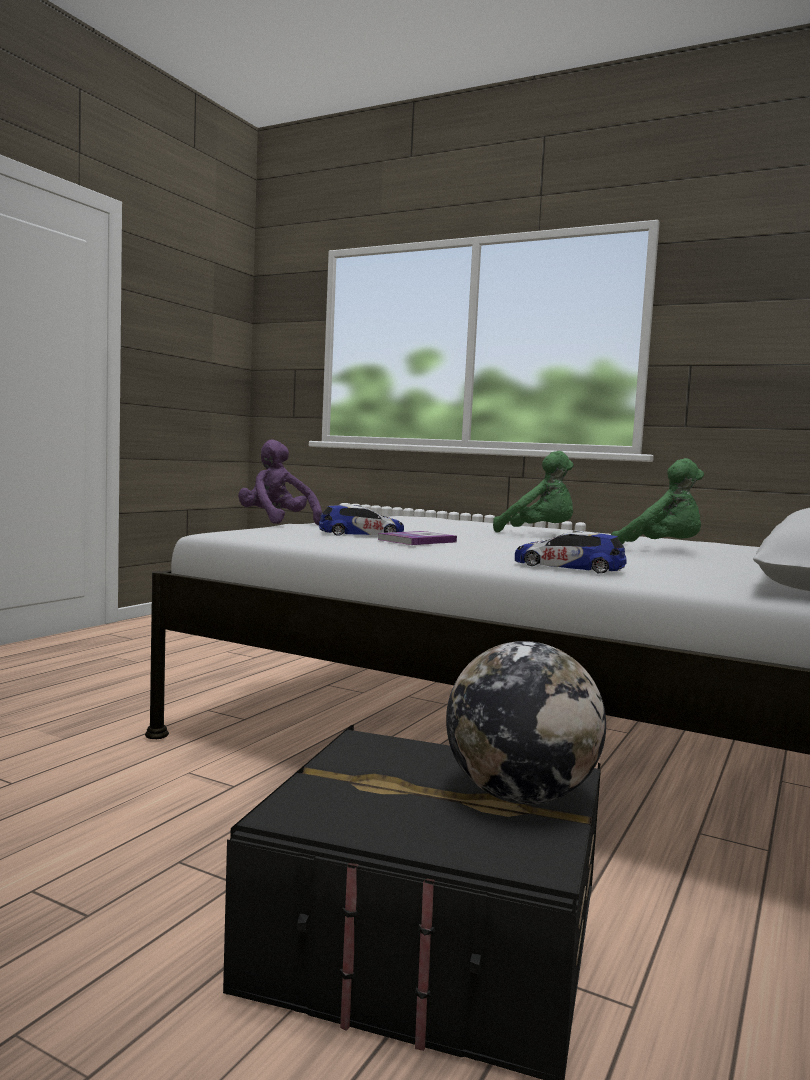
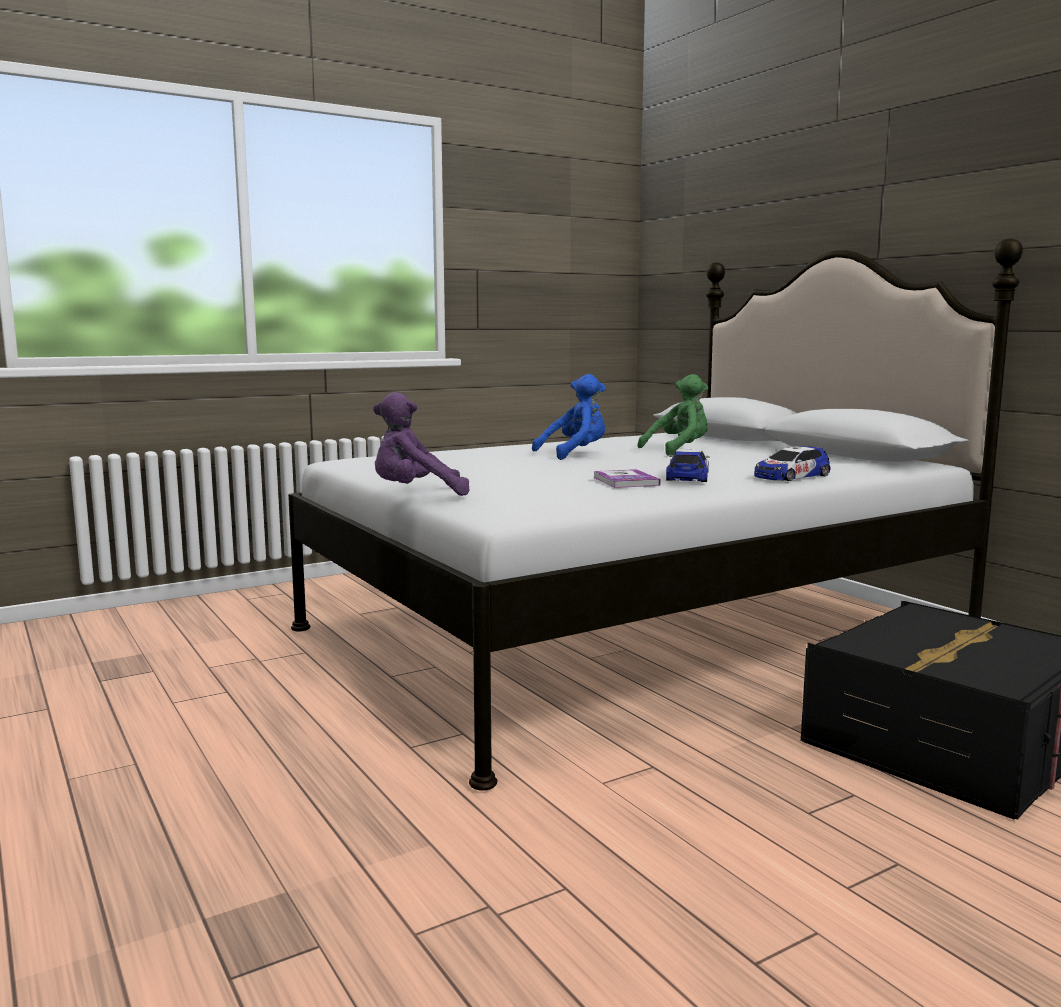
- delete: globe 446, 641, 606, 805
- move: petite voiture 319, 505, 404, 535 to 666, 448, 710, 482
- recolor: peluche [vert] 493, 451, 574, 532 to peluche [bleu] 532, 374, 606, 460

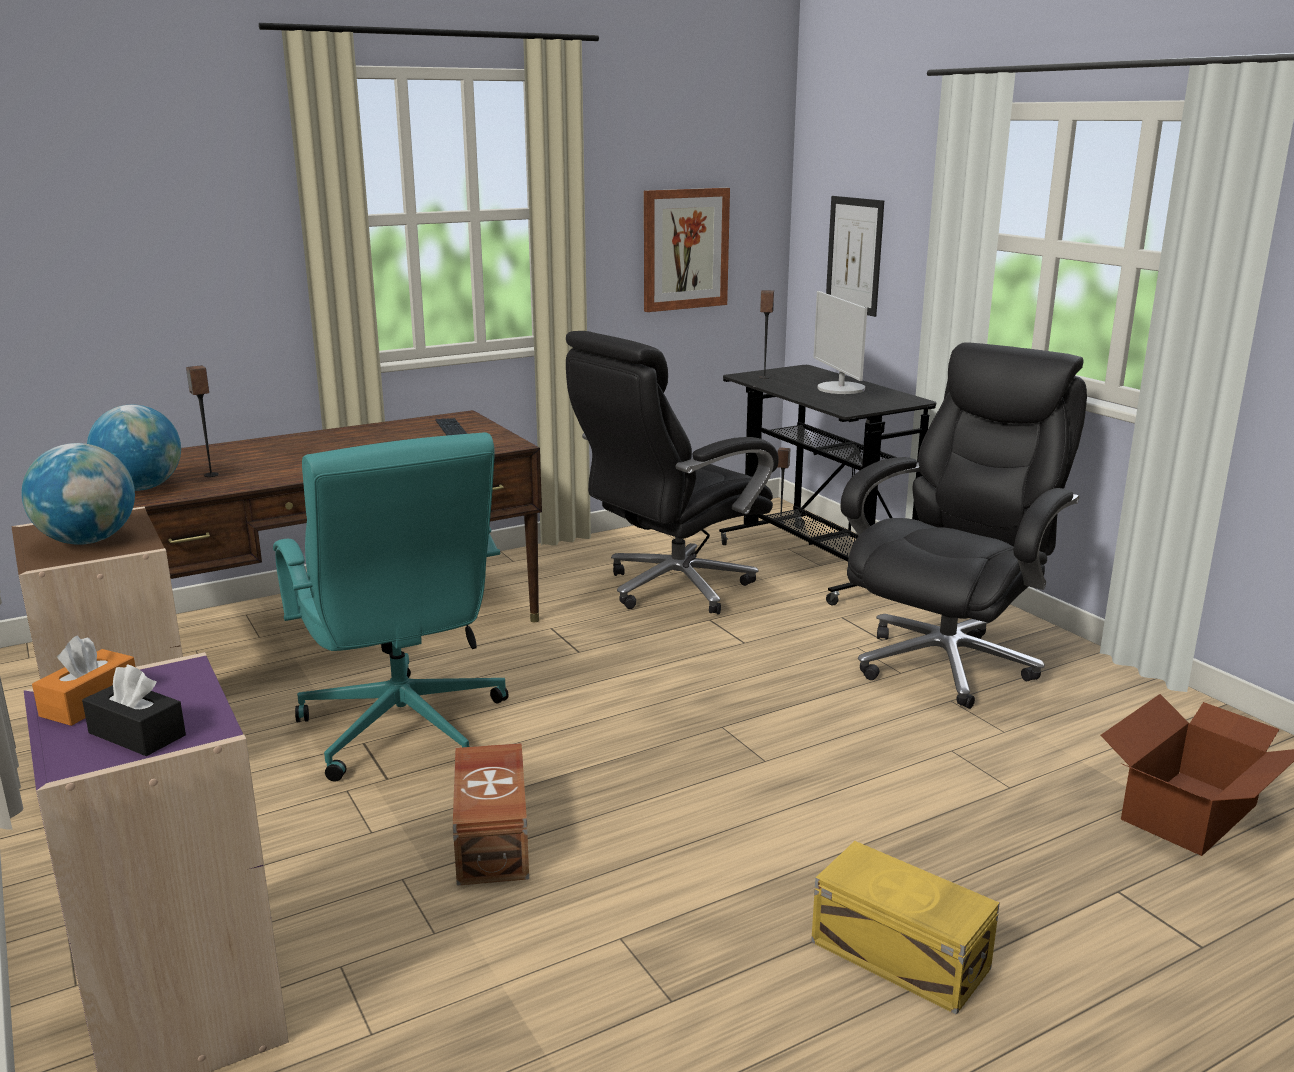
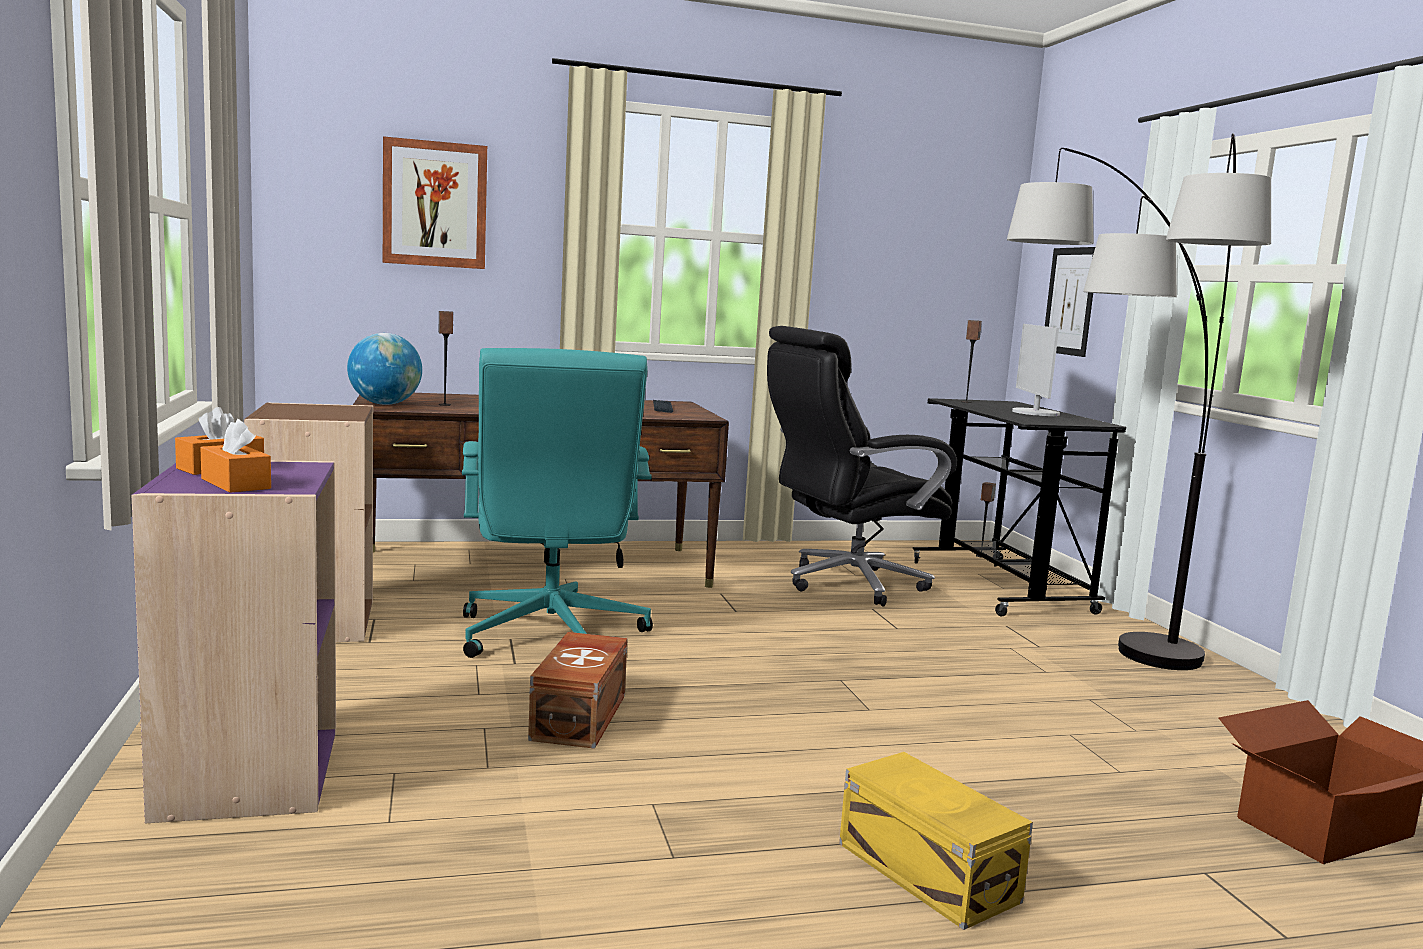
- delete: globe 21, 443, 135, 545
- move: tableau 644, 188, 730, 312 to 383, 136, 487, 269
- replace: chaise de bureau [noir] 841, 342, 1087, 709 to lampadaire 1007, 133, 1271, 670
- recolor: boîte à mouchoirs [noir] 82, 664, 186, 756 to boîte à mouchoirs [orange] 200, 419, 271, 493

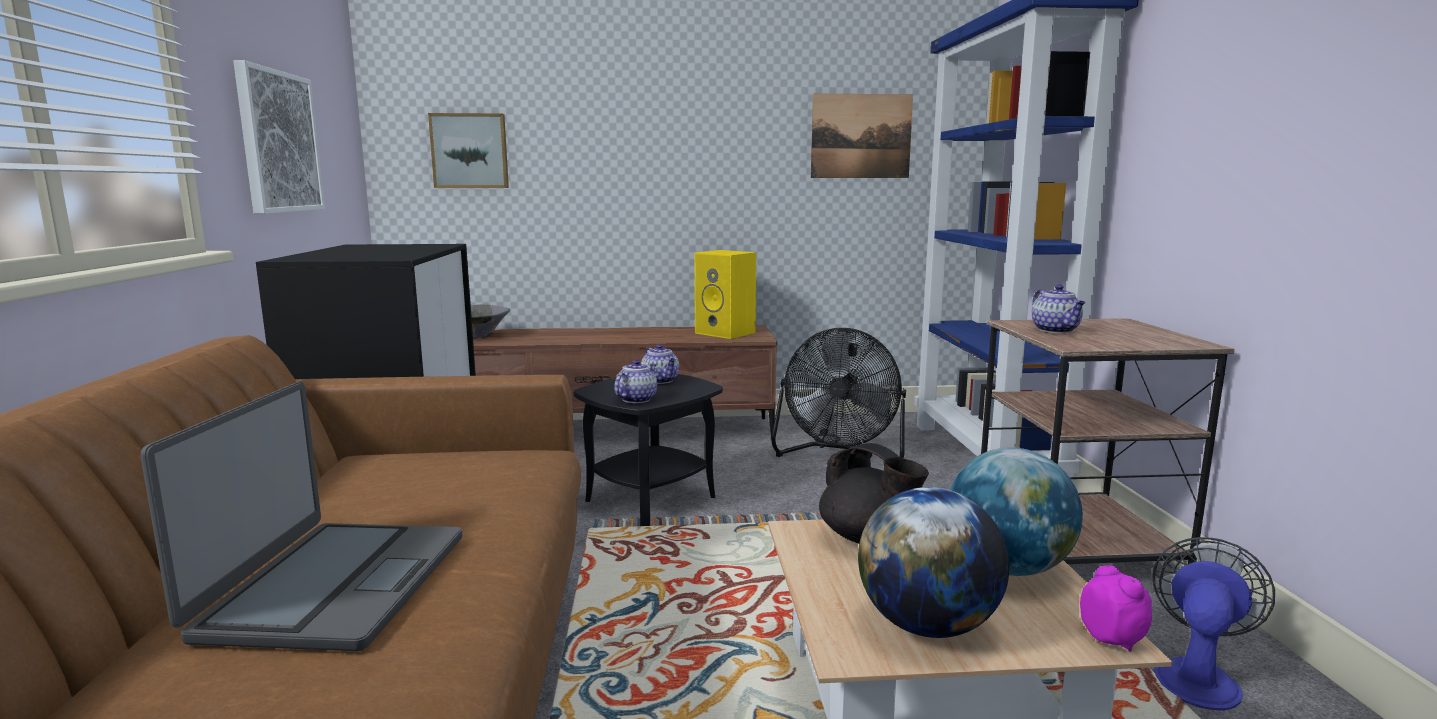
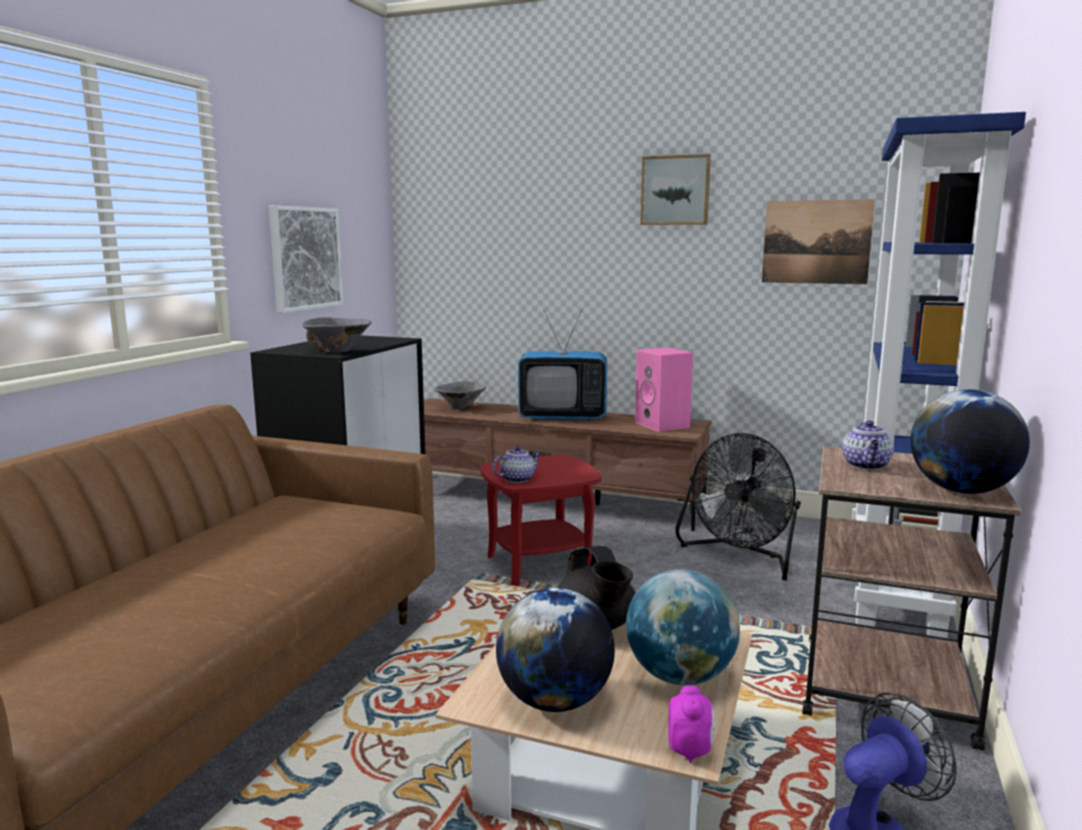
- delete: ordinateur portable 141, 382, 462, 651
- delete: théière 641, 344, 679, 384
- insert: bol [gris] 302, 317, 371, 353
- insert: téléviseur 518, 310, 607, 421
- insert: globe 910, 389, 1030, 494
- move: tableau 428, 113, 509, 188 to 640, 154, 711, 225
- recolor: table d'appoint [noir] 573, 374, 723, 526 to table d'appoint [rouge] 480, 455, 602, 586
- recolor: enceinte [jaune] 695, 250, 756, 339 to enceinte [rose] 635, 347, 693, 432

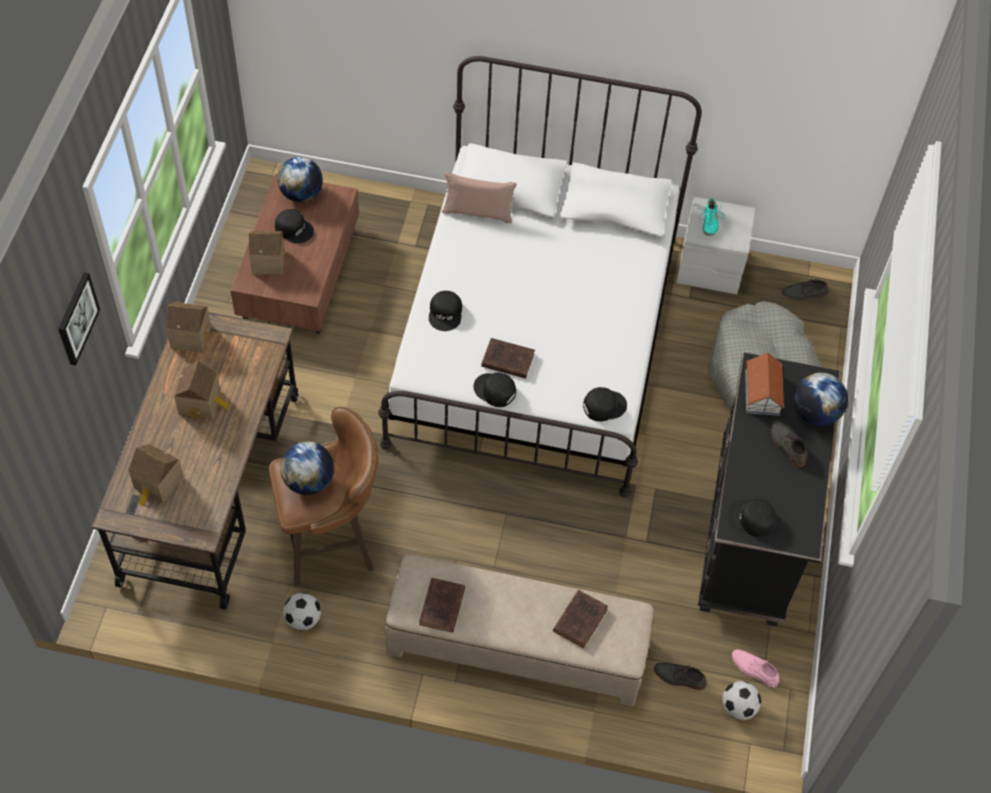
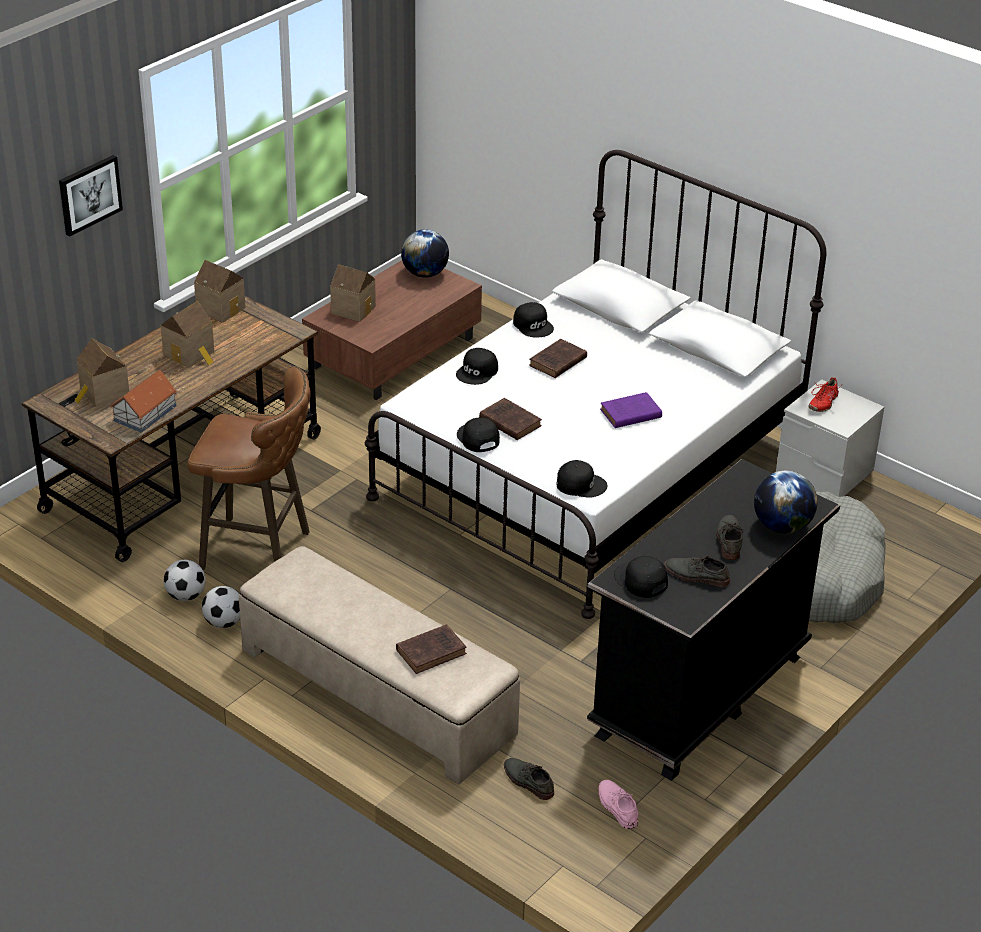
- delete: globe 280, 441, 334, 495
- delete: coussin [beige] 442, 172, 517, 224
- insert: livre [violet] 600, 392, 662, 428
- move: casquette [noir] 275, 209, 314, 243 to 513, 302, 554, 338
- move: livre [marron] 419, 578, 465, 633 to 529, 339, 587, 378
- move: ballon de foot 722, 681, 761, 720 to 202, 586, 240, 628
- move: maison miniature 745, 352, 785, 416 to 110, 370, 177, 433
- move: chaussure [gris] 782, 279, 828, 301 to 664, 555, 730, 587
- recolor: chaussure [turquoise] 699, 198, 725, 236 to chaussure [rouge] 809, 377, 841, 412

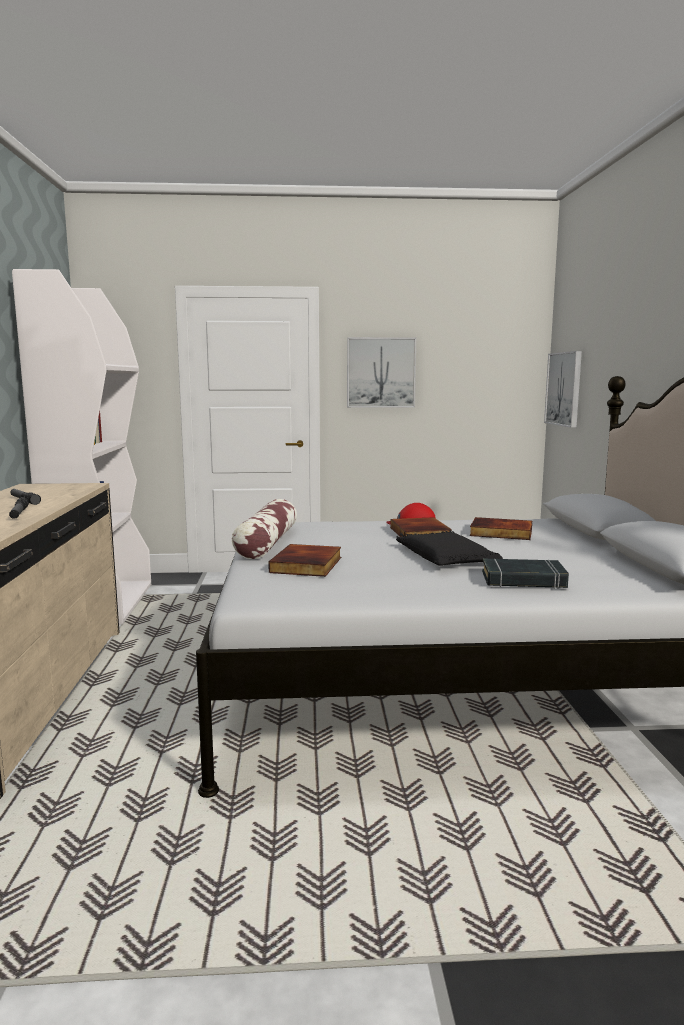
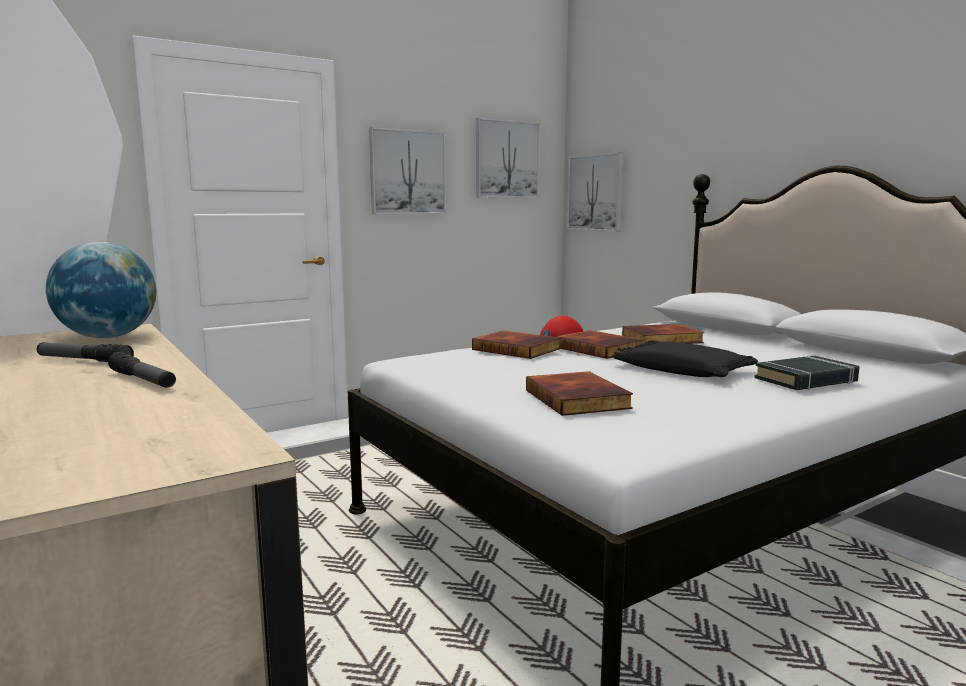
- delete: coussin 232, 499, 297, 559
- insert: globe 46, 242, 156, 338
- insert: livre 472, 330, 560, 359
- insert: tableau 476, 118, 540, 198

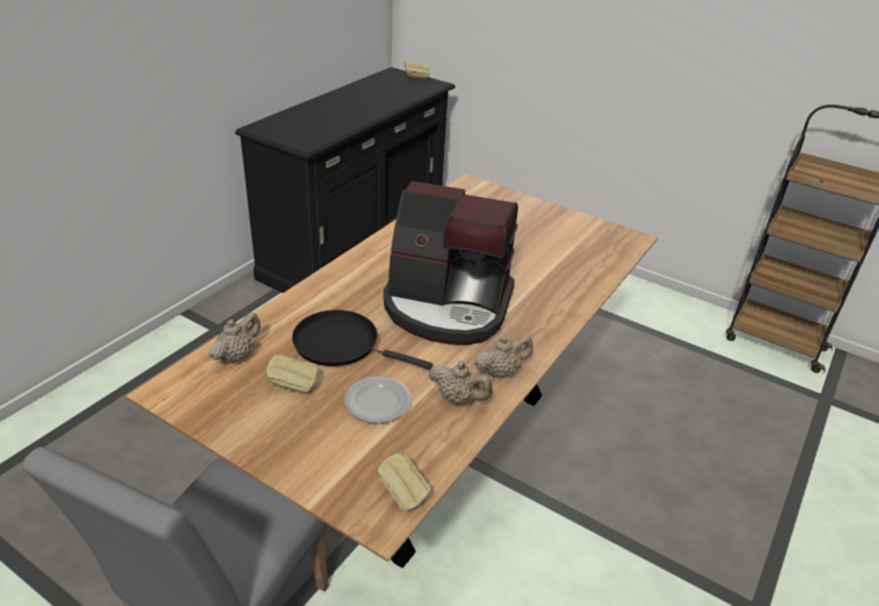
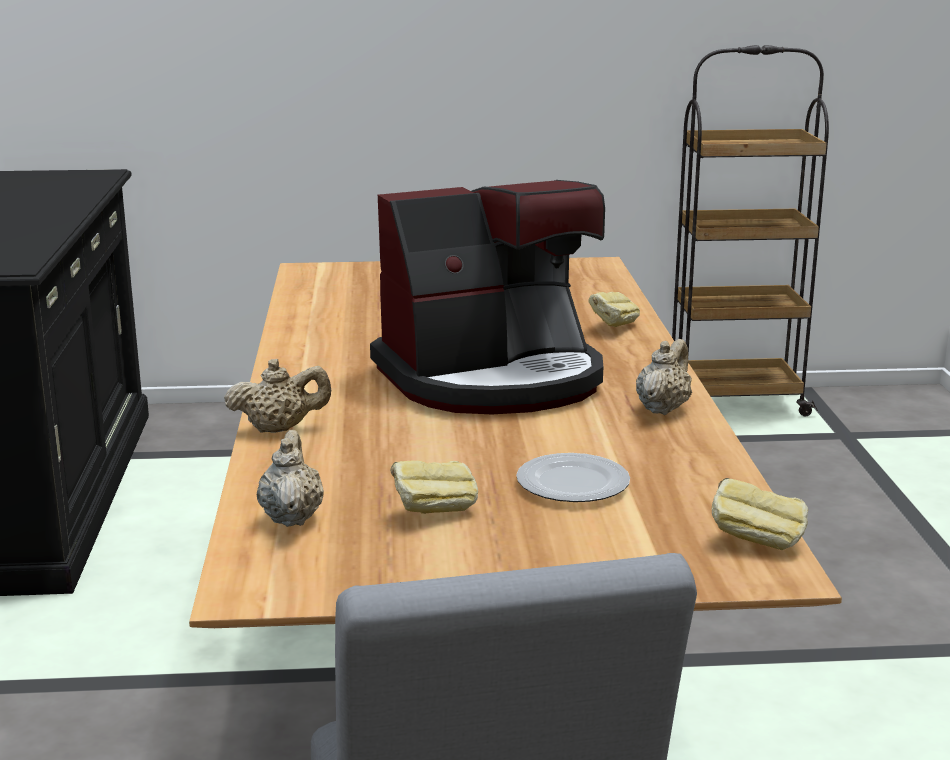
- delete: poêle [noir] 292, 310, 433, 370
- move: pain 404, 62, 430, 79 to 589, 292, 640, 327
- move: théière [beige] 429, 361, 492, 405 to 224, 359, 331, 433

